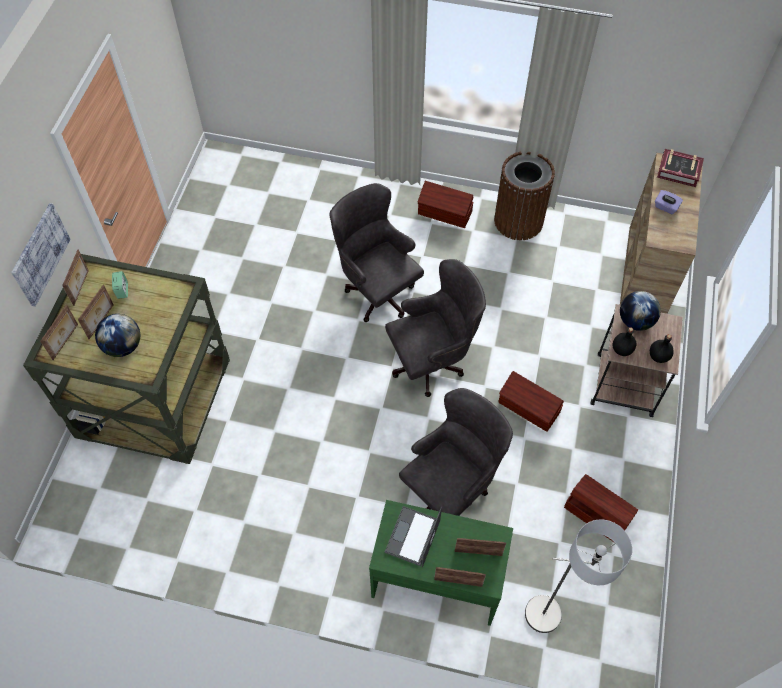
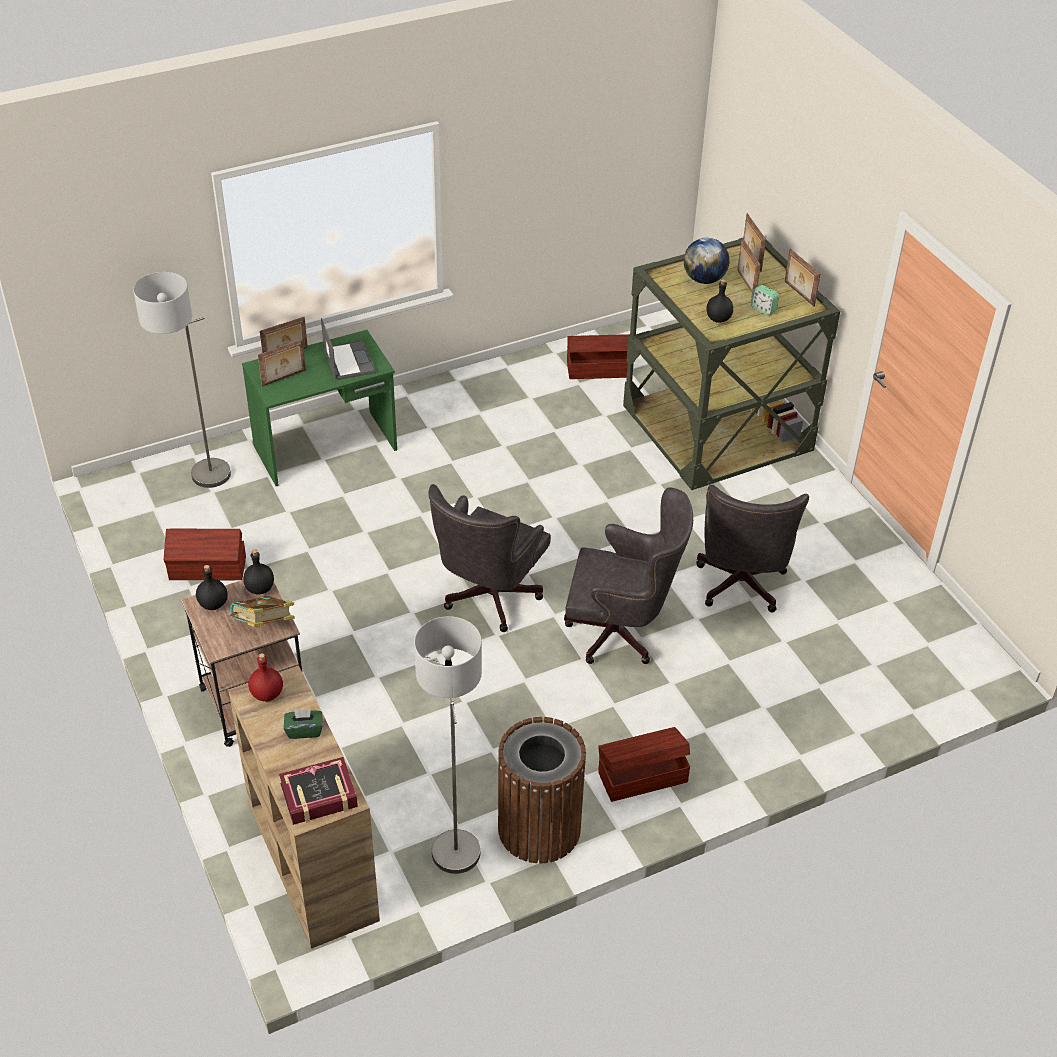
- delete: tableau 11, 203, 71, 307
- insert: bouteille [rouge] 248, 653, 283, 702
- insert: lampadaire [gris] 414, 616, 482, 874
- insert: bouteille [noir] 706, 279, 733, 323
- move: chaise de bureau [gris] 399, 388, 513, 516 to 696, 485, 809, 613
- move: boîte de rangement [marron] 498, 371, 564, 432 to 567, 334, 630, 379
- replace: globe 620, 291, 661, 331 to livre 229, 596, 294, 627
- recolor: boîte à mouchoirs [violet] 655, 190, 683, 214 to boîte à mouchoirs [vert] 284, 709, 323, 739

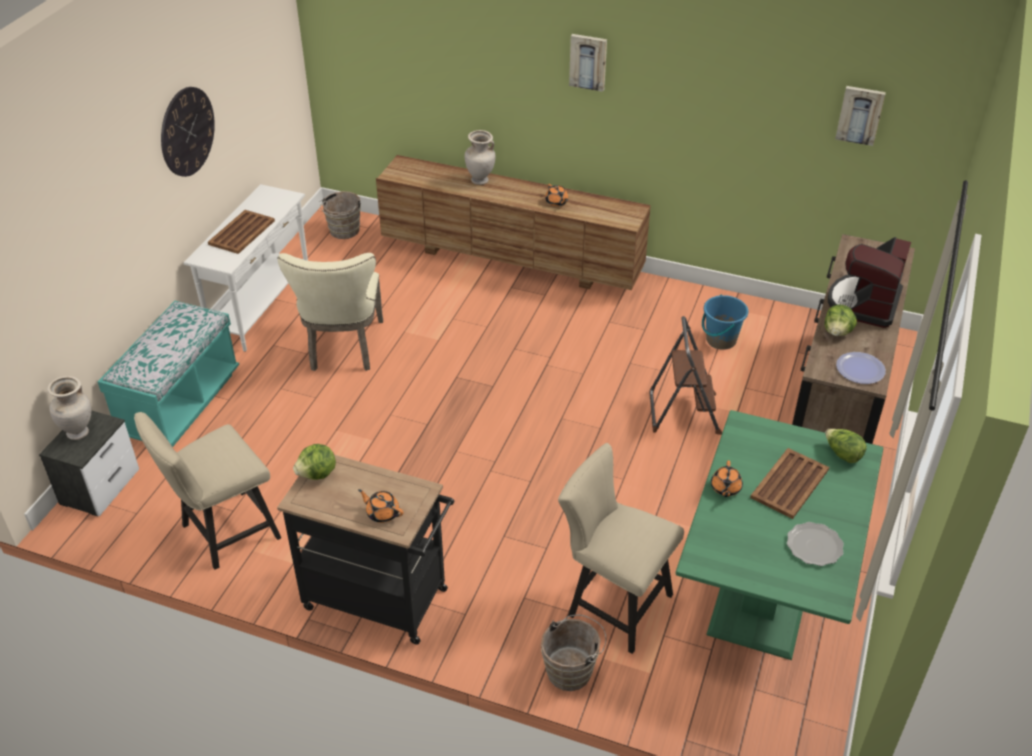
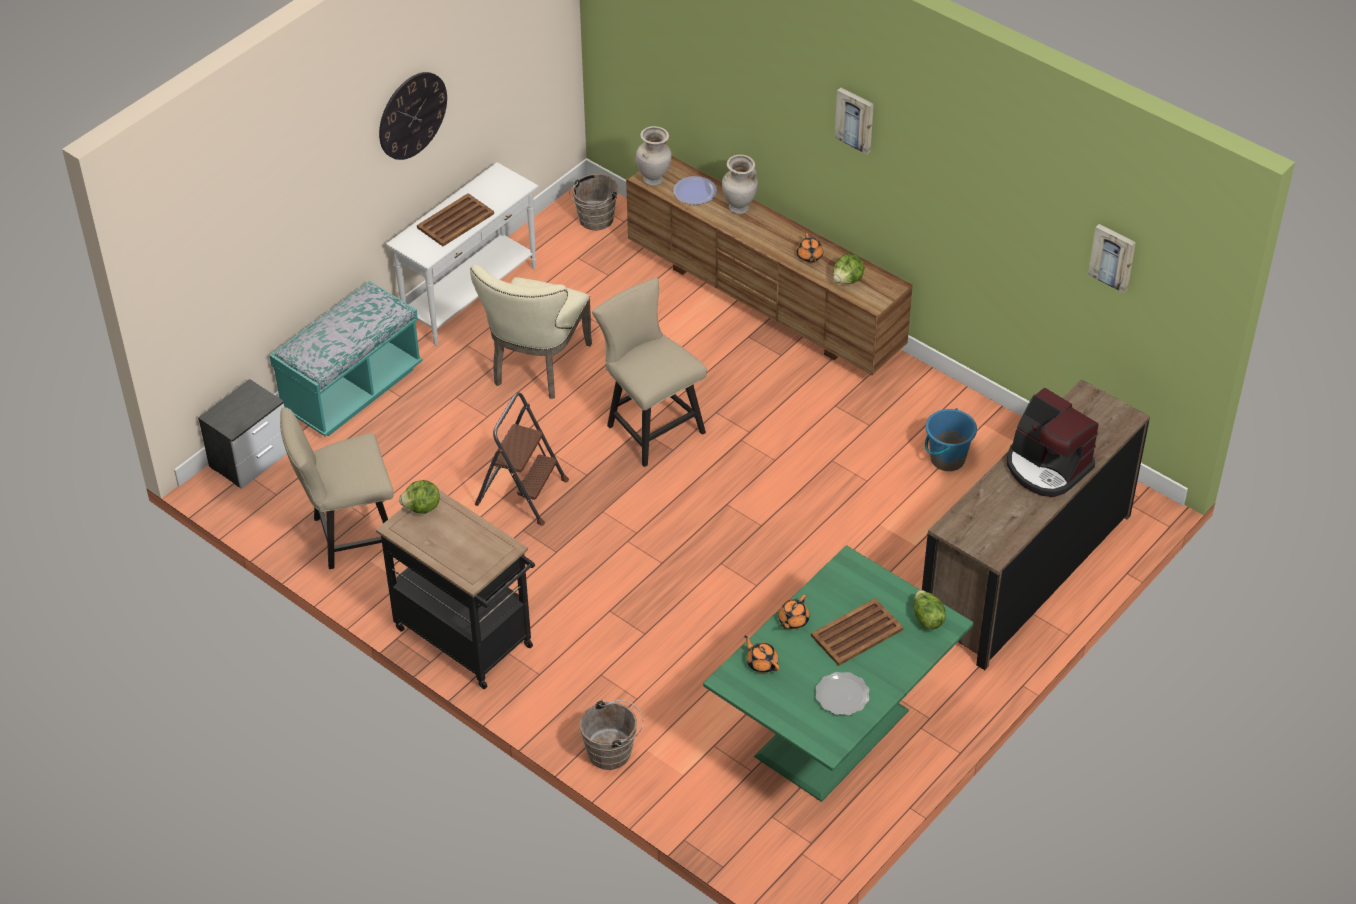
- move: vase [beige] 47, 376, 91, 440 to 636, 126, 672, 186
- move: théière [orange] 358, 489, 403, 523 to 744, 635, 780, 673
- move: chaise [beige] 558, 443, 684, 654 to 592, 278, 707, 467
- move: escabeau [marron] 649, 316, 722, 435 to 475, 392, 569, 526
- move: laitue 825, 305, 857, 336 to 833, 254, 865, 284
- move: assiette 836, 352, 886, 384 to 673, 176, 717, 205
- rotate: machine à café 828, 237, 911, 328 = 1007, 387, 1098, 497 90 degrees counterclockwise

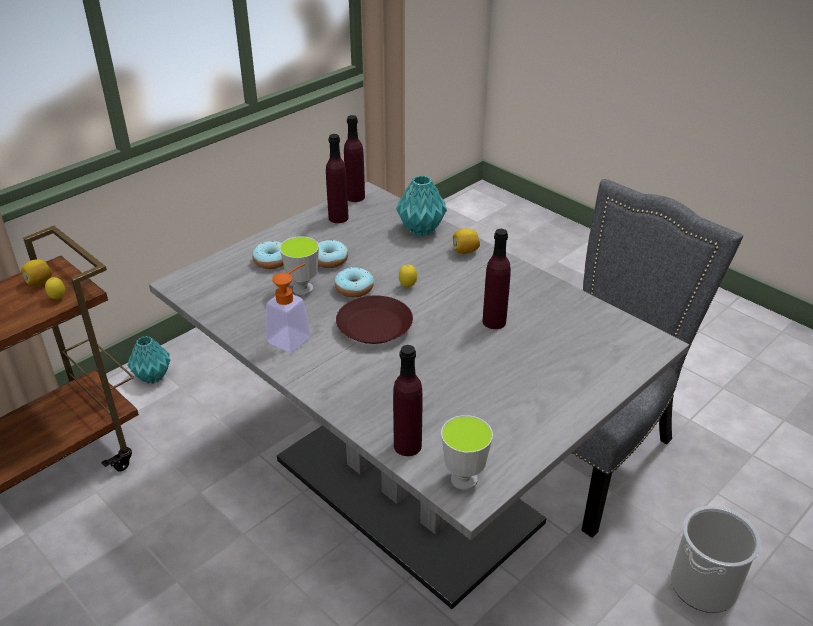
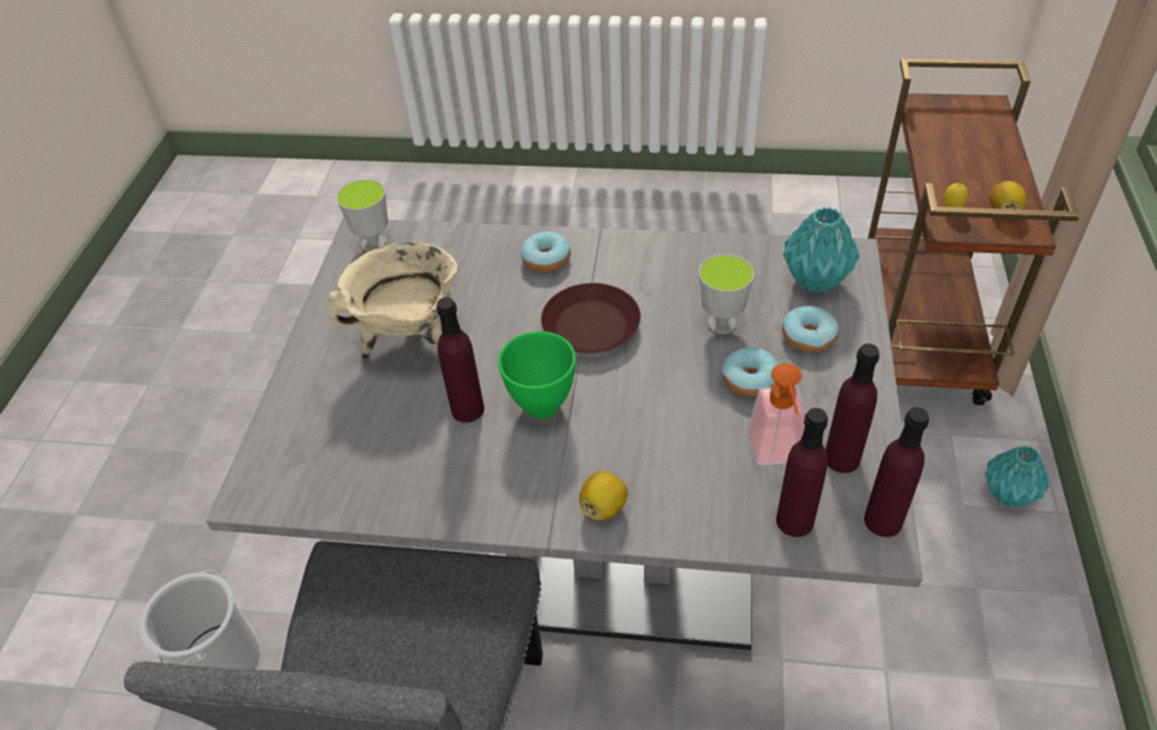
- delete: citron 399, 264, 417, 287
- insert: marmite [beige] 328, 242, 457, 359
- insert: bol [vert] 498, 331, 576, 419
- move: distributeur de savon 266, 263, 311, 353 to 747, 363, 806, 465
- move: beignet 334, 267, 374, 297 to 521, 231, 571, 272
- move: bouteille [violet] 393, 345, 422, 456 to 776, 408, 828, 537
- move: vase [turquoise] 396, 176, 447, 236 to 783, 207, 860, 293

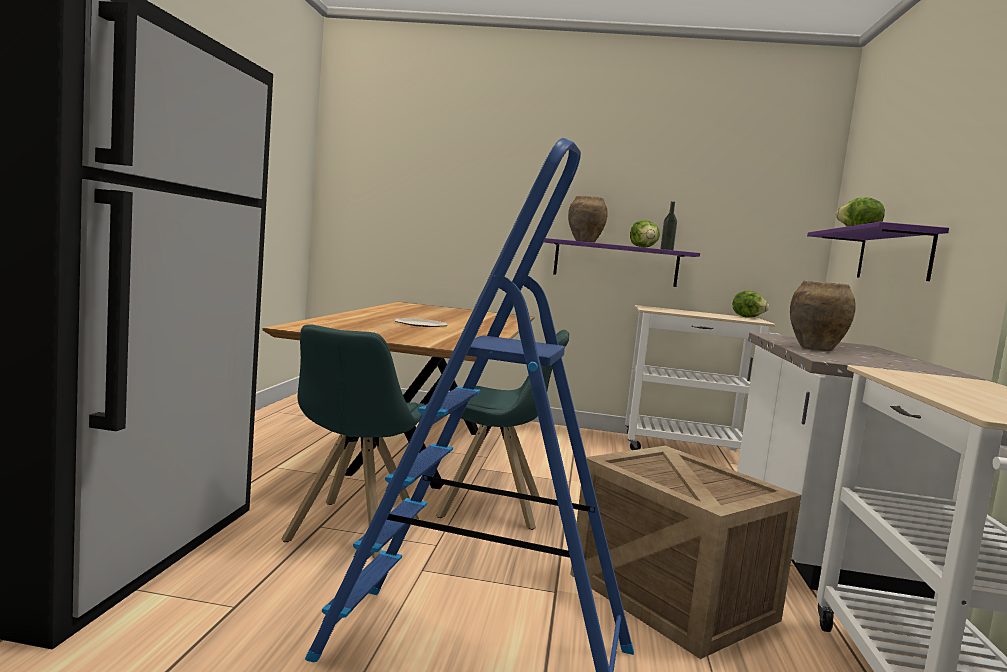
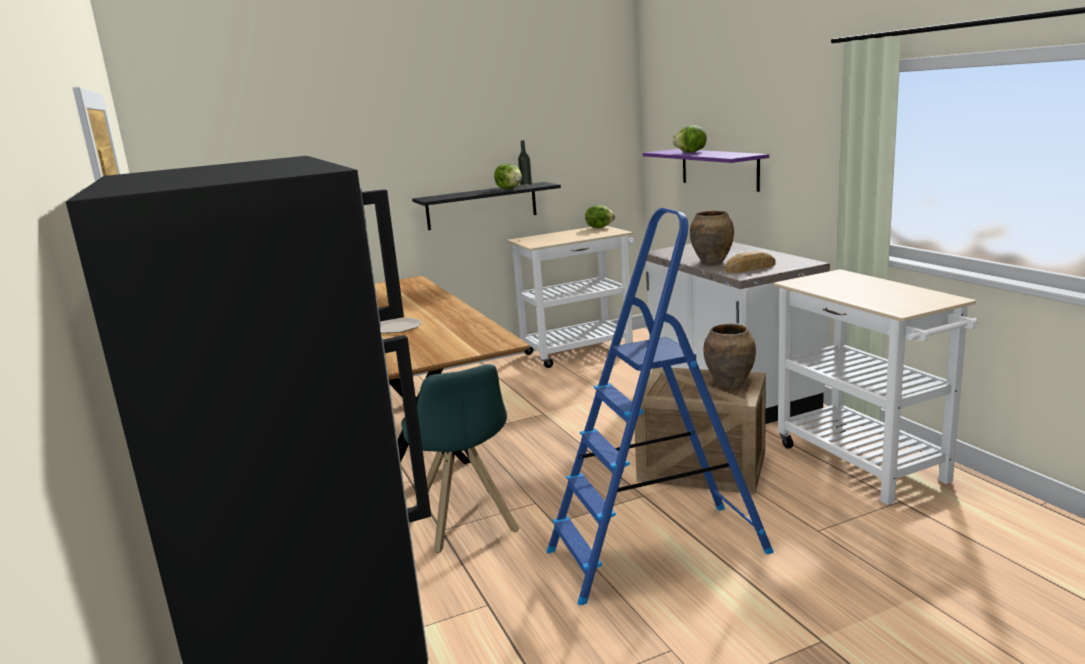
- delete: chaise [turquoise] 436, 330, 569, 530
- insert: pain 726, 251, 776, 273
- move: vase [marron] 568, 196, 608, 243 to 703, 324, 756, 388
- recolor: étagère [violet] 544, 238, 700, 287 to étagère [noir] 412, 182, 561, 230

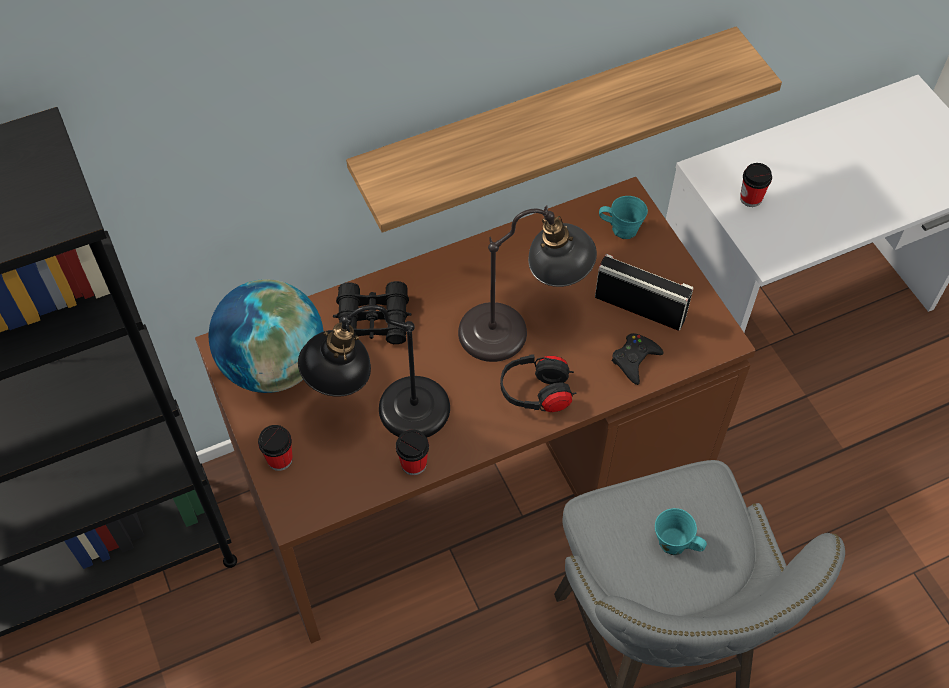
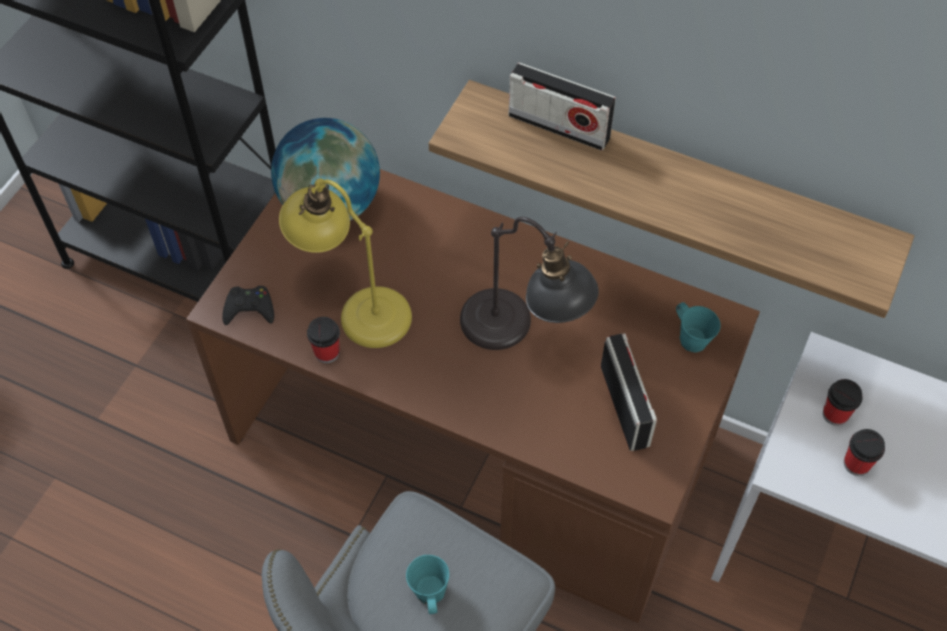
- delete: jumelles [noir] 333, 281, 412, 344
- delete: casque audio [noir] 500, 354, 577, 412
- insert: radio 509, 62, 616, 151
- move: tasse 258, 425, 293, 471 to 844, 429, 885, 476
- move: manette [noir] 612, 333, 663, 385 to 222, 286, 274, 325
- recolor: lampe de table [noir] 298, 305, 450, 437 to lampe de table [jaune] 279, 179, 412, 348

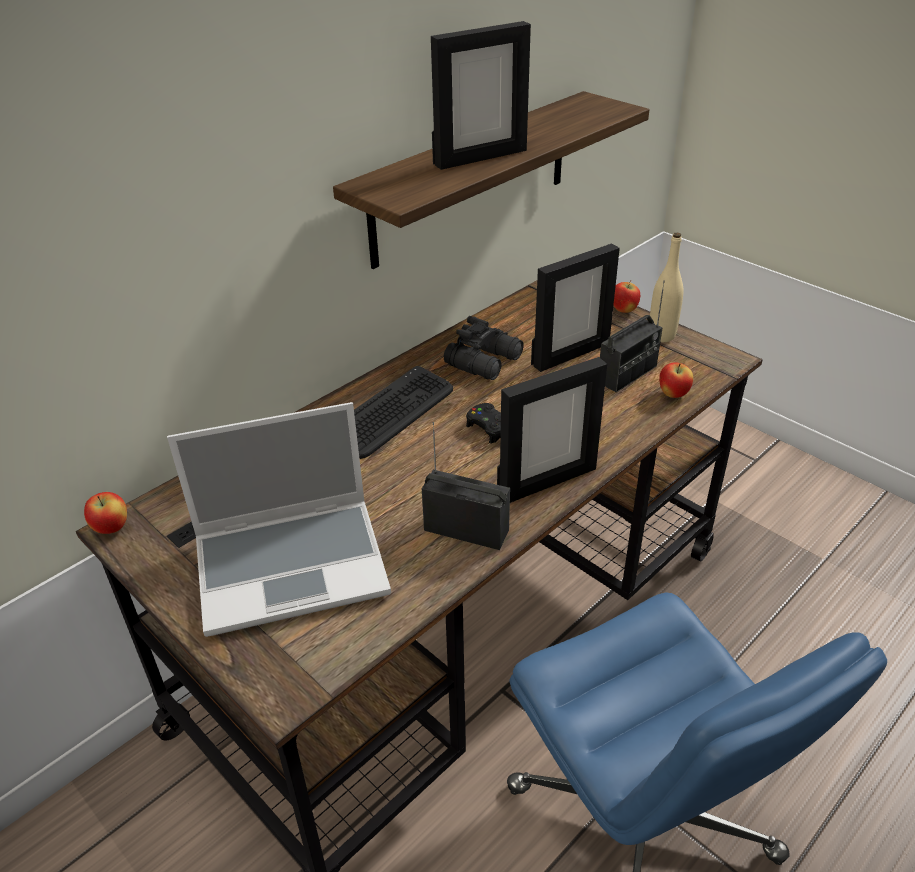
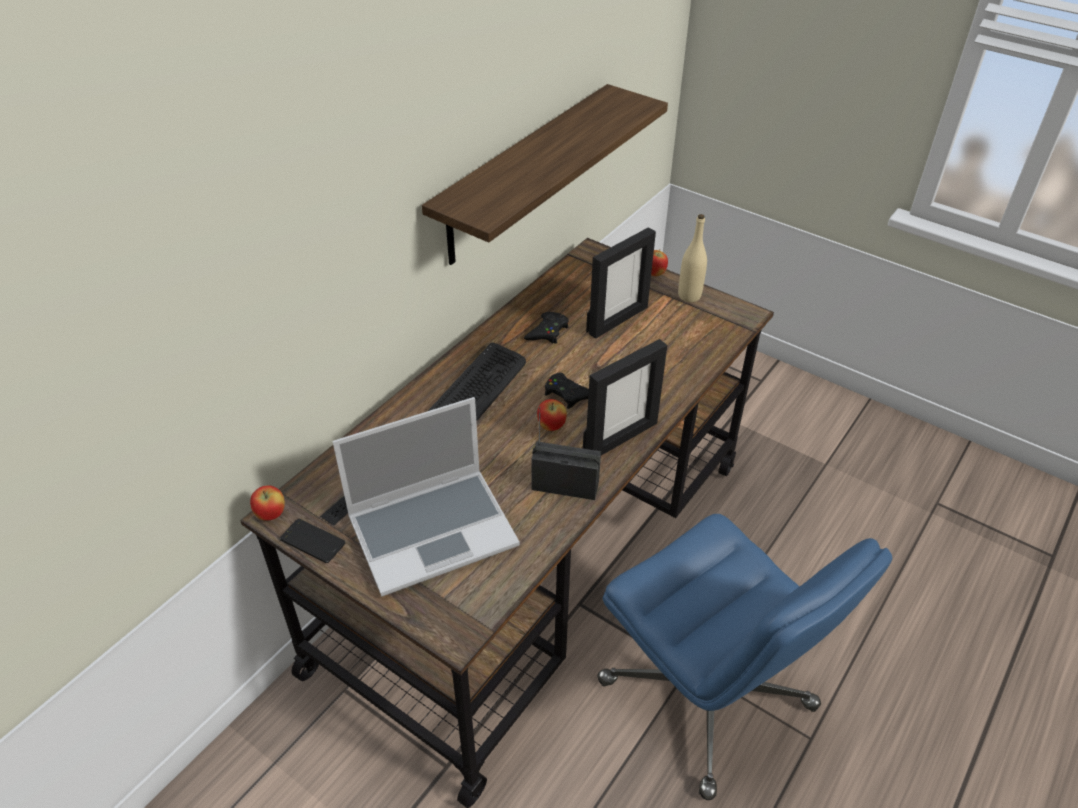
- delete: cadre photo 431, 21, 531, 170
- delete: radio 600, 281, 665, 393
- insert: téléphone 280, 519, 345, 563
- move: pomme 659, 362, 693, 398 to 537, 399, 567, 431
- replace: jumelles [noir] 444, 316, 524, 380 to manette [noir] 524, 312, 569, 344

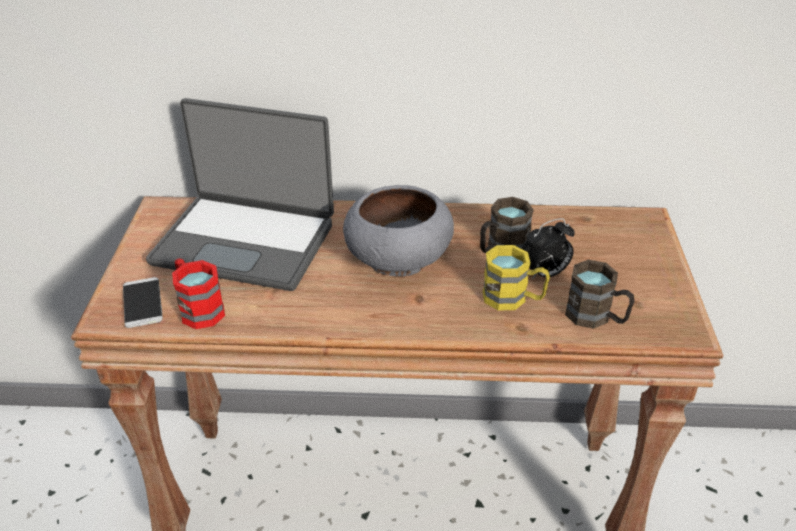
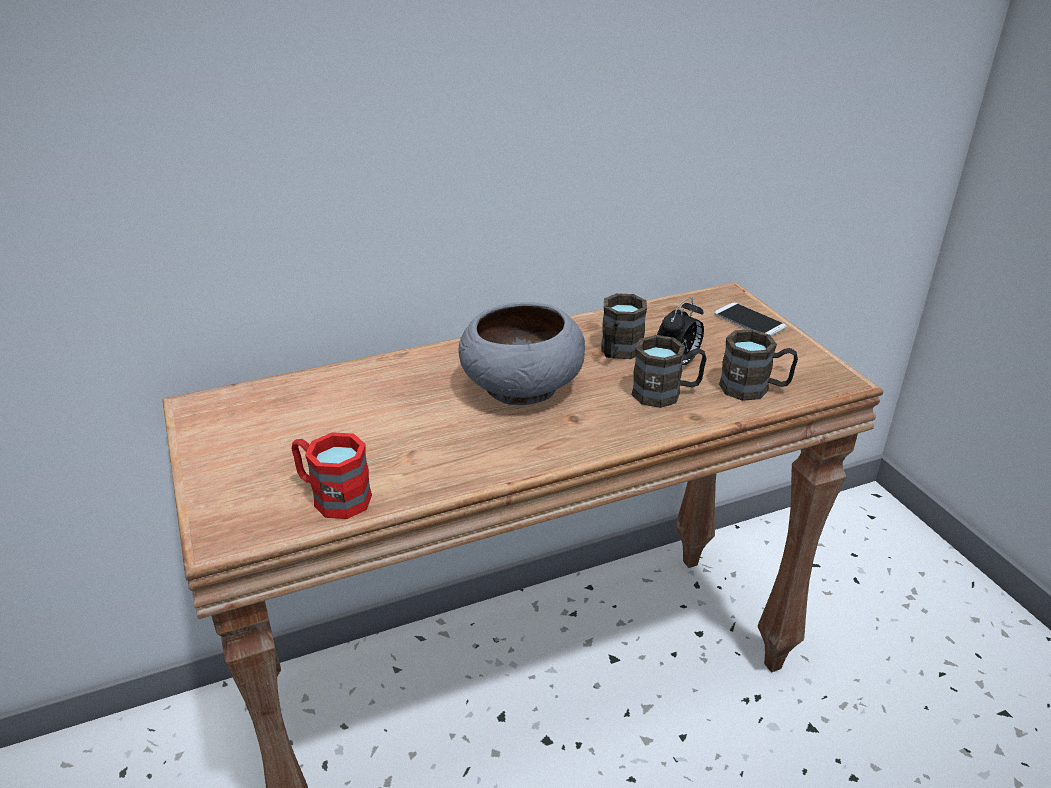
- delete: ordinateur portable 146, 98, 334, 291
- move: téléphone 123, 277, 163, 328 to 714, 303, 786, 336
- recolor: mug [jaune] 483, 245, 550, 310 to mug [marron] 632, 335, 706, 408

